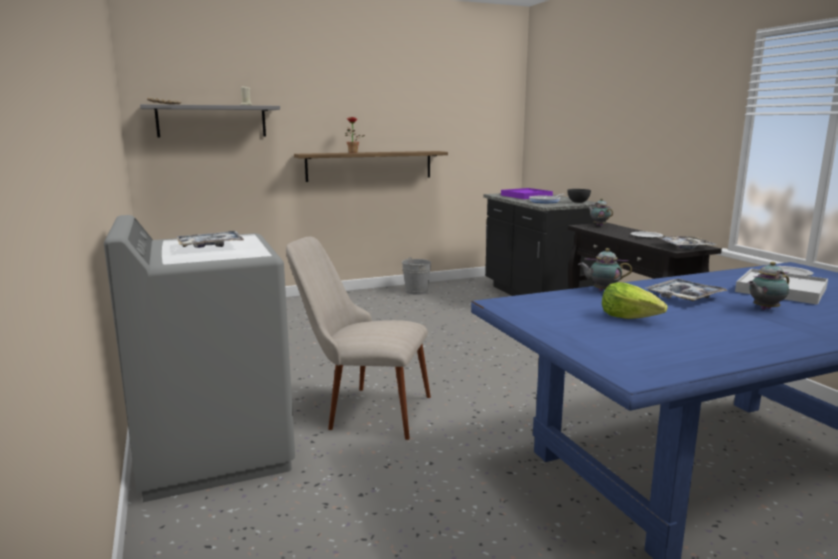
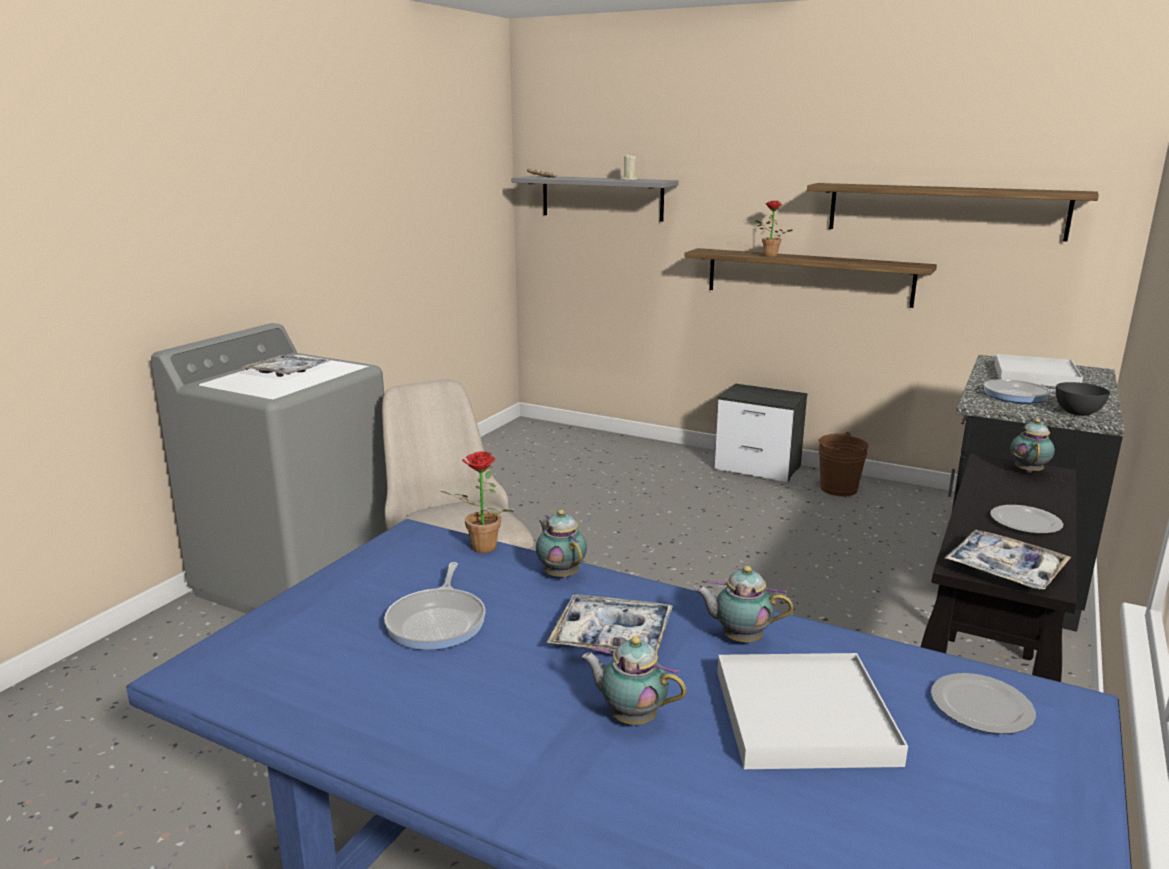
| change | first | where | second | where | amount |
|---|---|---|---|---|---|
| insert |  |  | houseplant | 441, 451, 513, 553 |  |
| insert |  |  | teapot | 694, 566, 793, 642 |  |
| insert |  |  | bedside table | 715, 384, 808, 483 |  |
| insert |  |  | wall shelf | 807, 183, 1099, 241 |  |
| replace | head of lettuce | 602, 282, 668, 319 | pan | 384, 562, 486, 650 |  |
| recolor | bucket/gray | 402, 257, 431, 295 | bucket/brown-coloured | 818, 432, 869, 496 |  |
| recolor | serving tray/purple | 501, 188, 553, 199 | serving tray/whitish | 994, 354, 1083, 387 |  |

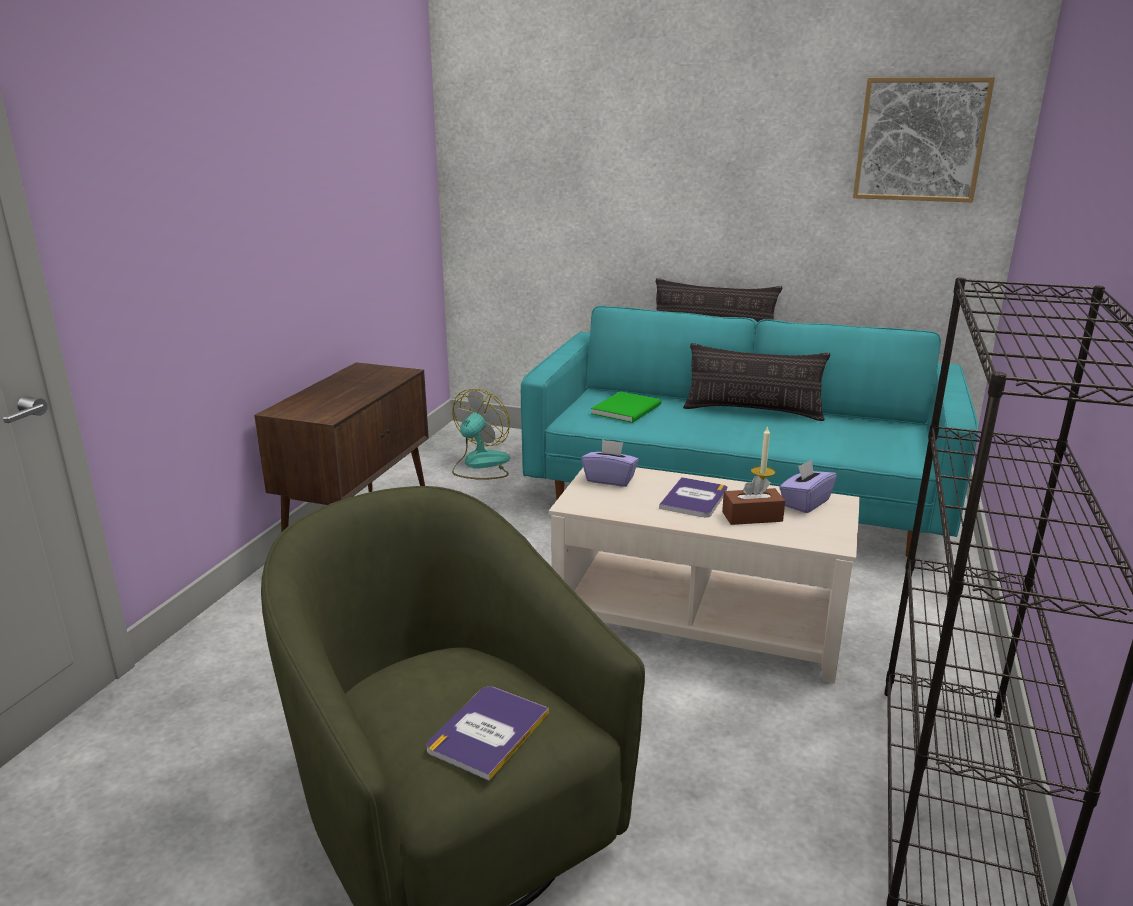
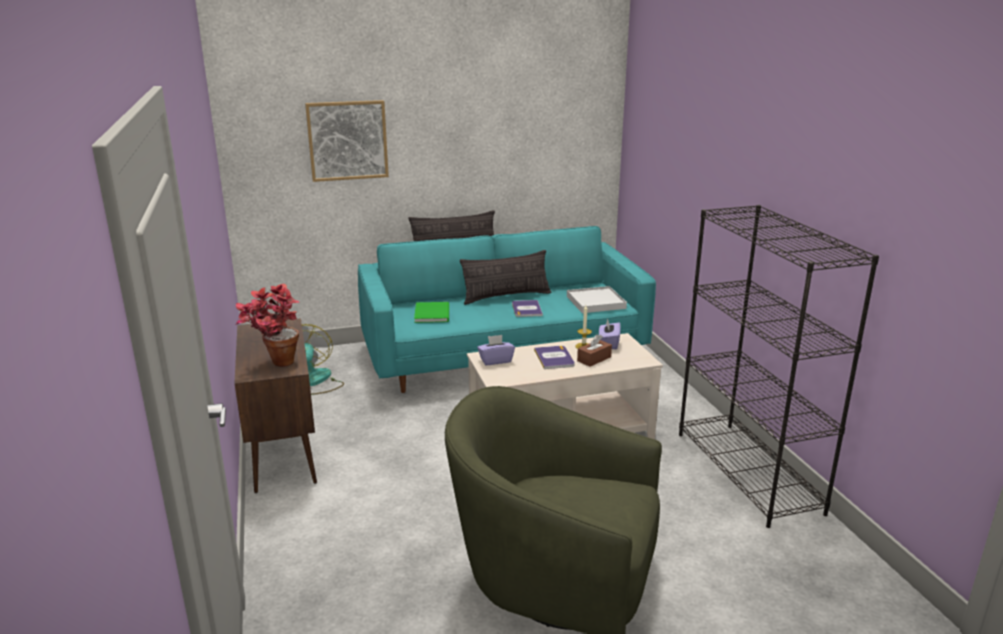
| change | first | where | second | where | amount |
|---|---|---|---|---|---|
| insert |  |  | houseplant | 236, 284, 299, 367 |  |
| insert |  |  | serving tray/whitish | 567, 286, 627, 313 |  |
| move | book | 426, 686, 549, 781 |  | 512, 300, 543, 317 |  |
| move | wall picture | 853, 77, 995, 203 |  | 305, 100, 389, 182 |  |

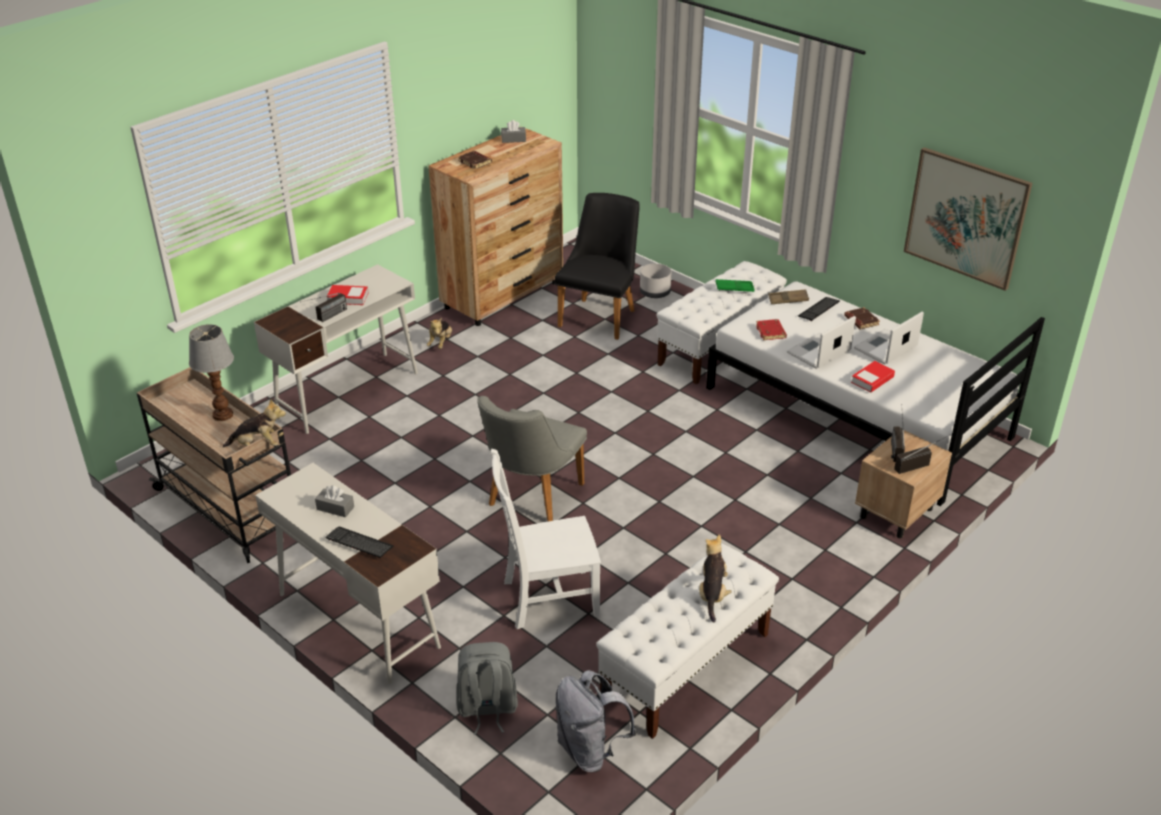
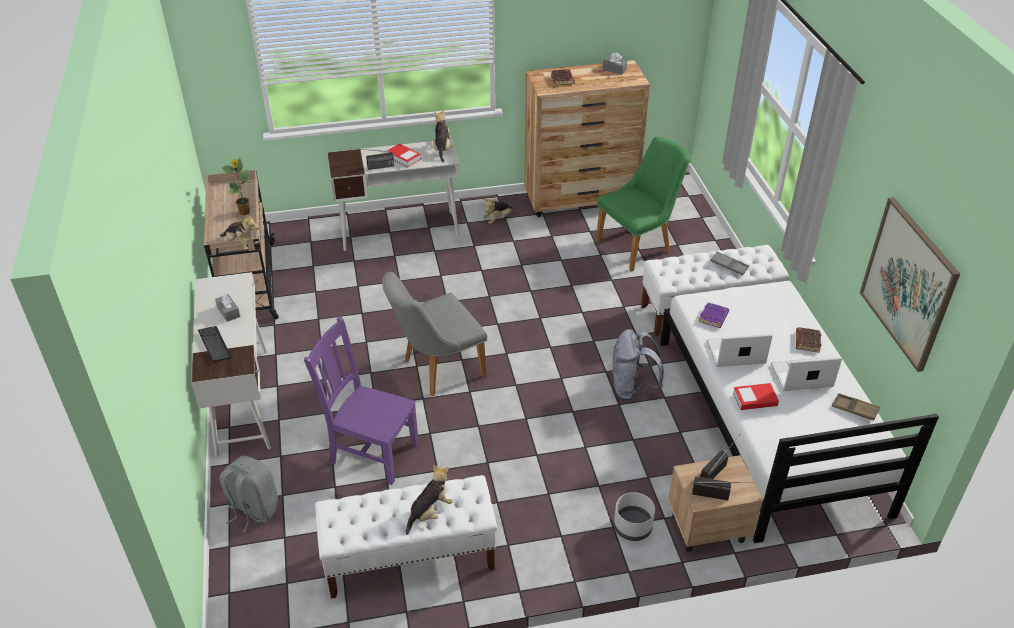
| change | first | where | second | where | amount |
|---|---|---|---|---|---|
| delete | keyboard | 798, 297, 840, 321 |  |  |  |
| insert |  |  | cuddly toy | 433, 110, 454, 162 |  |
| move | rucksack/gray | 555, 670, 636, 772 |  | 612, 329, 664, 401 |  |
| move | flower pot/gray | 640, 263, 672, 298 |  | 614, 492, 655, 541 |  |
| move | serving tray/brown-coloured | 768, 289, 809, 304 |  | 832, 393, 880, 420 |  |
| replace | lamp for a table | 189, 324, 234, 421 | houseplant | 222, 158, 250, 215 |  |
| recolor | upright chair/whitish | 491, 449, 601, 629 | upright chair/purple | 304, 316, 419, 485 |  |
| recolor | upright chair/blackish | 555, 193, 640, 340 | upright chair/greenish | 596, 137, 690, 272 |  |
| recolor | serving tray/greenish | 715, 279, 755, 292 | serving tray/gray | 710, 251, 749, 276 |  |
| recolor | book/red | 756, 319, 787, 340 | book/purple | 699, 302, 729, 328 |  |

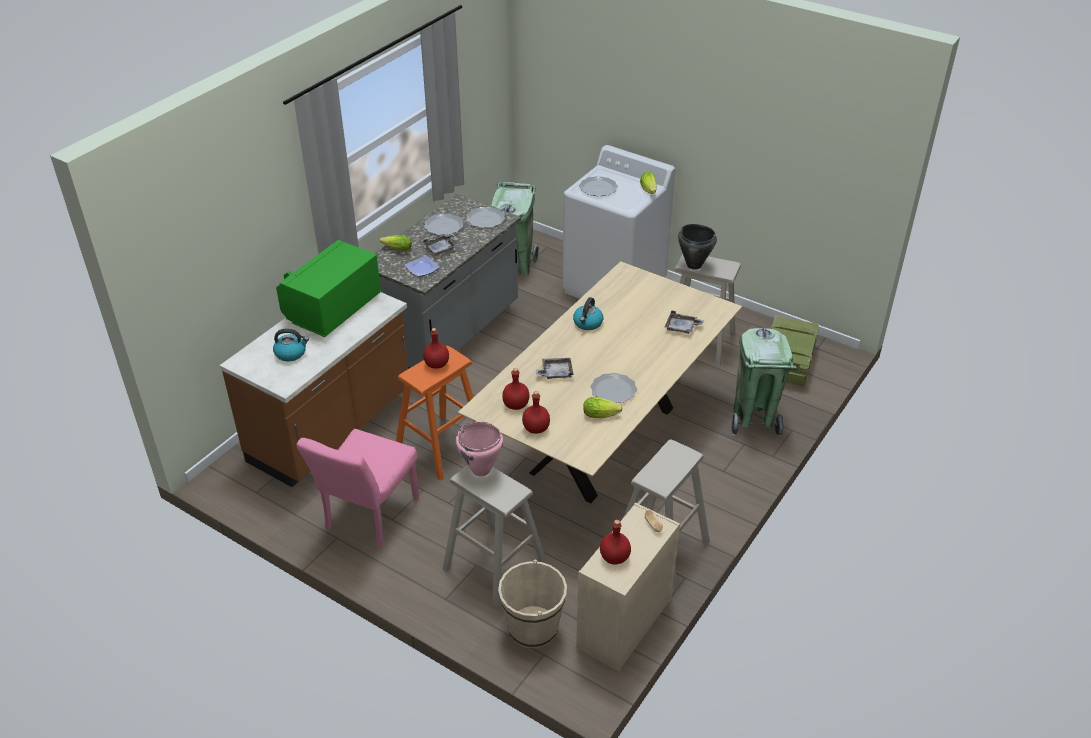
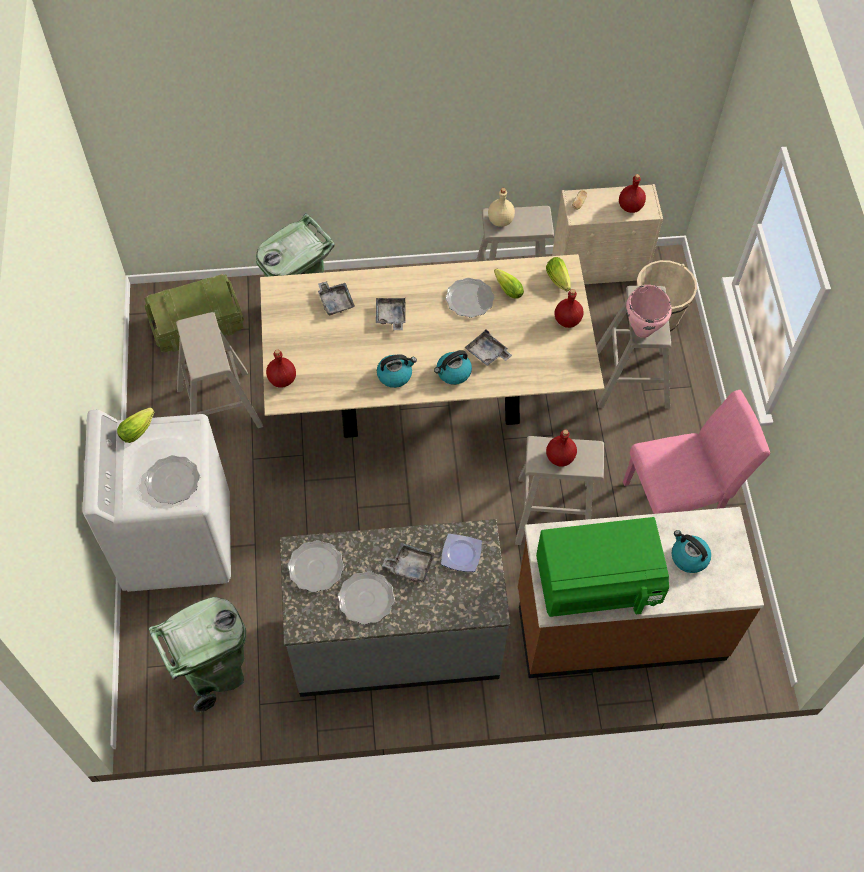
| change | first | where | second | where | amount |
|---|---|---|---|---|---|
| delete | cooking pot/blackish | 678, 224, 717, 270 |  |  |  |
| insert |  |  | serving tray/gray | 376, 298, 406, 330 |  |
| insert |  |  | tea kettle | 434, 350, 472, 385 |  |
| insert |  |  | bottle/beige | 488, 188, 515, 227 |  |
| move | head of lettuce | 379, 235, 412, 251 |  | 546, 257, 571, 291 |  |
| move | bottle/red | 502, 368, 530, 410 |  | 266, 349, 296, 388 |  |
| recolor | stool/orange | 396, 346, 475, 480 | stool/beige | 515, 436, 604, 545 |  |

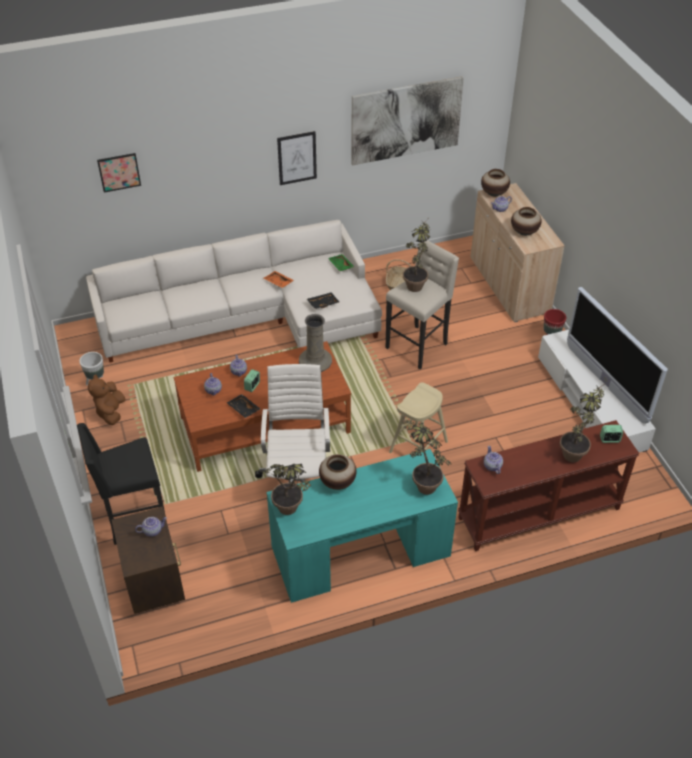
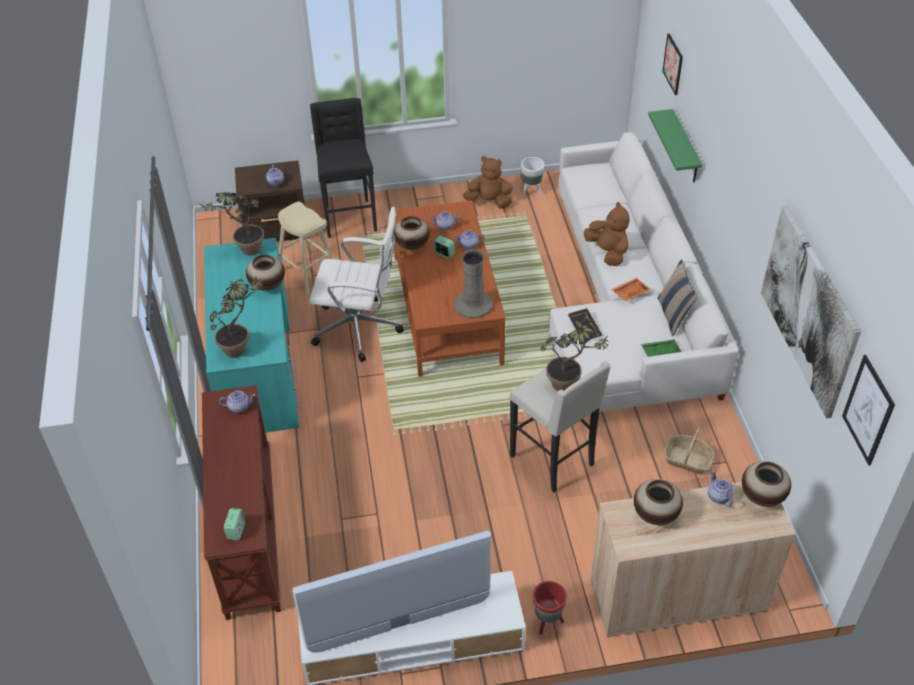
| change | first | where | second | where | amount |
|---|---|---|---|---|---|
| delete | houseplant | 560, 383, 606, 462 |  |  |  |
| insert |  |  | cuddly toy/brown-coloured | 584, 202, 629, 266 |  |
| insert |  |  | wall shelf/greenish | 648, 109, 702, 183 |  |
| insert |  |  | cushion | 658, 259, 697, 336 |  |
| move | wall picture | 277, 131, 317, 185 |  | 842, 355, 895, 465 |  |
| move | stool/beige | 389, 383, 448, 453 |  | 278, 202, 333, 295 |  |
| replace | serving tray/blackish | 227, 394, 260, 418 | vase | 394, 216, 430, 250 |  |

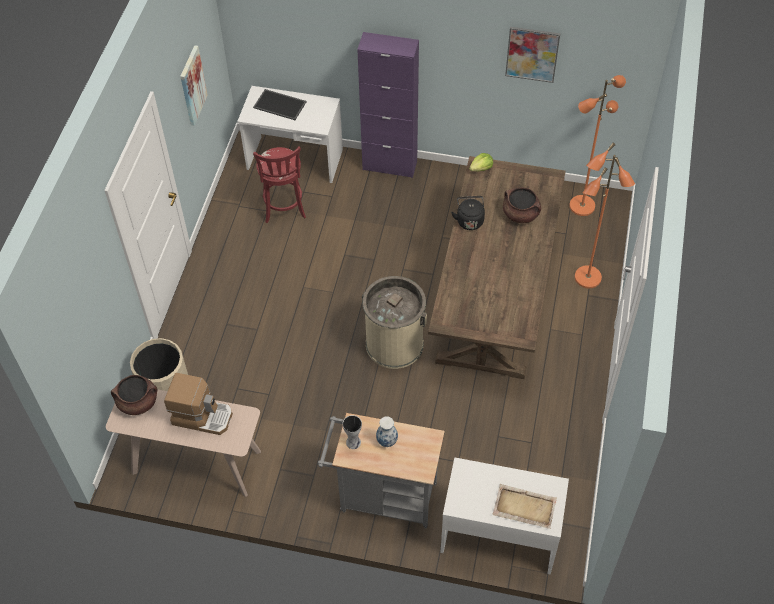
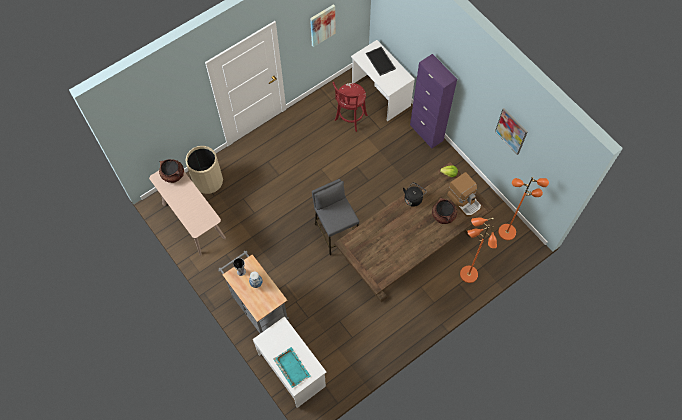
| change | first | where | second | where | amount |
|---|---|---|---|---|---|
| move | coffee machine | 164, 373, 233, 435 |  | 447, 172, 481, 217 |  |
| replace | trash can/beige | 362, 276, 427, 369 | stool/gray | 312, 179, 360, 255 |  |
| recolor | serving tray/beige | 493, 484, 557, 529 | serving tray/blue-green | 273, 347, 311, 388 |  |

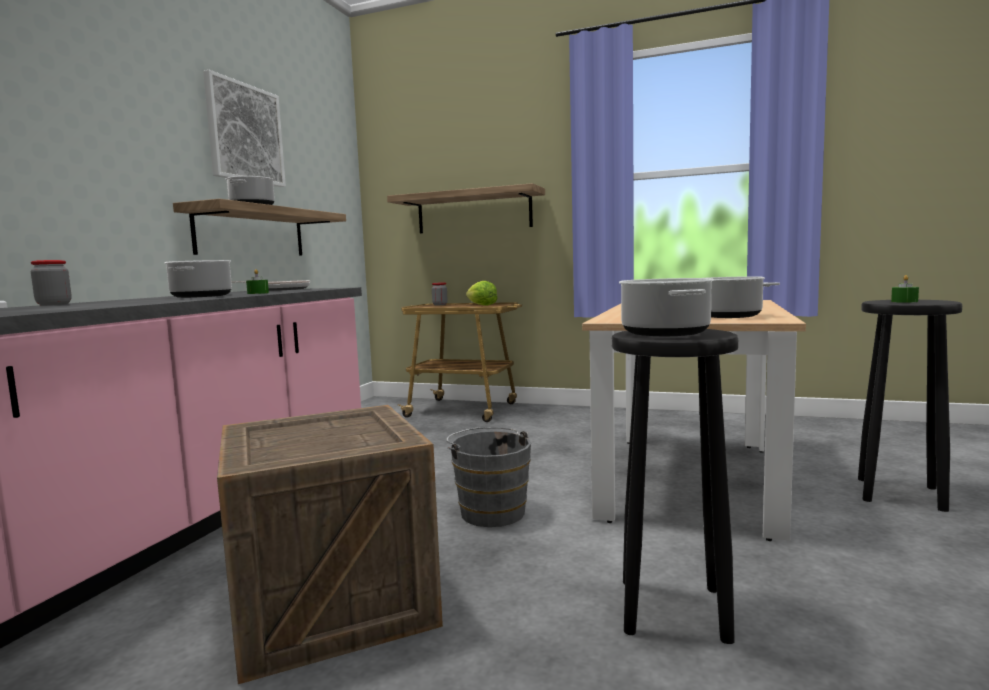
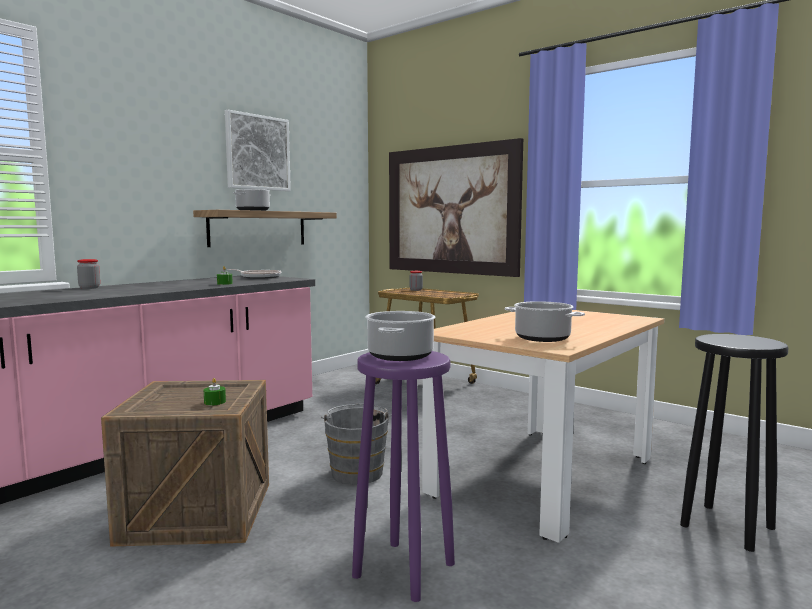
| change | first | where | second | where | amount |
|---|---|---|---|---|---|
| delete | cooking pot | 164, 260, 232, 298 |  |  |  |
| delete | head of lettuce | 466, 281, 497, 306 |  |  |  |
| move | candle/greenish | 891, 275, 919, 303 |  | 204, 378, 226, 405 |  |
| replace | wall shelf | 387, 183, 545, 233 | wall picture | 389, 138, 523, 277 |  |
| recolor | stool/blackish | 612, 329, 738, 644 | stool/purple | 352, 351, 455, 602 |  |

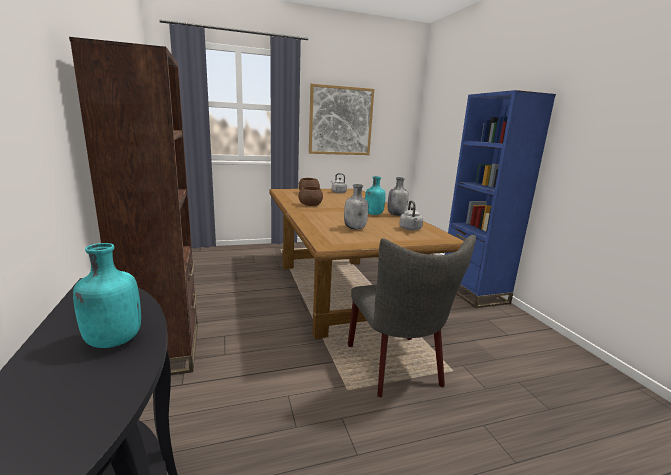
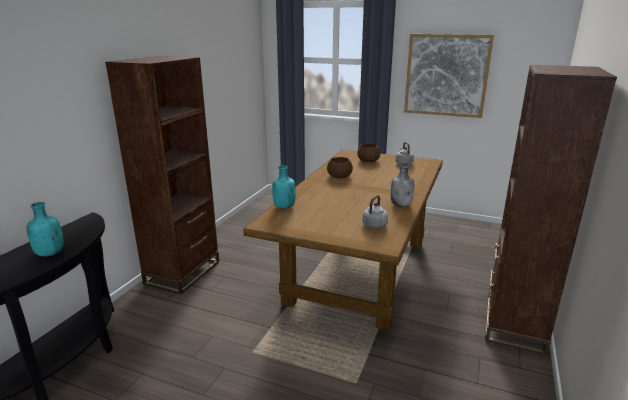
| change | first | where | second | where | amount |
|---|---|---|---|---|---|
| delete | bottle/gray | 344, 184, 368, 230 |  |  |  |
| delete | upright chair/gray | 348, 234, 476, 398 |  |  |  |
| move | bottle/blue-green | 365, 176, 386, 215 |  | 272, 165, 296, 209 |  |
| recolor | bookshelf/blue-coloured | 445, 90, 556, 308 | bookshelf/brown-coloured | 485, 64, 617, 356 |  |

